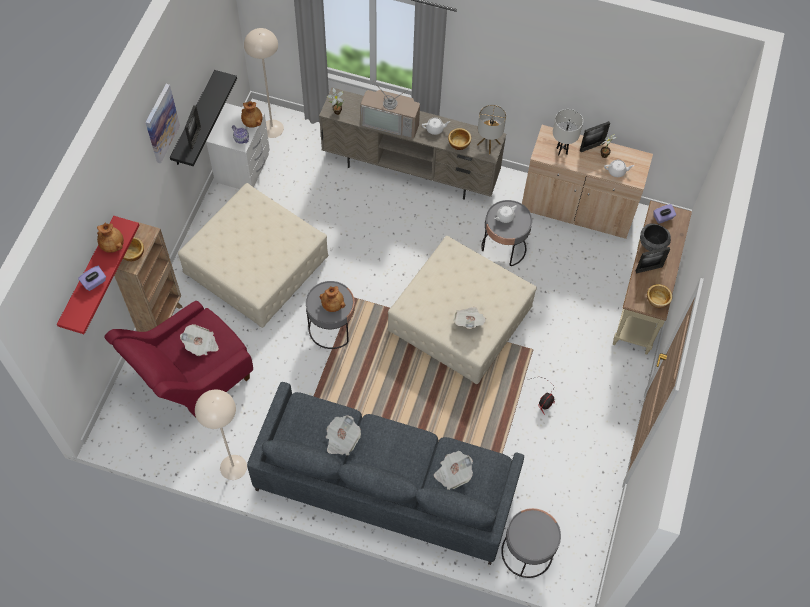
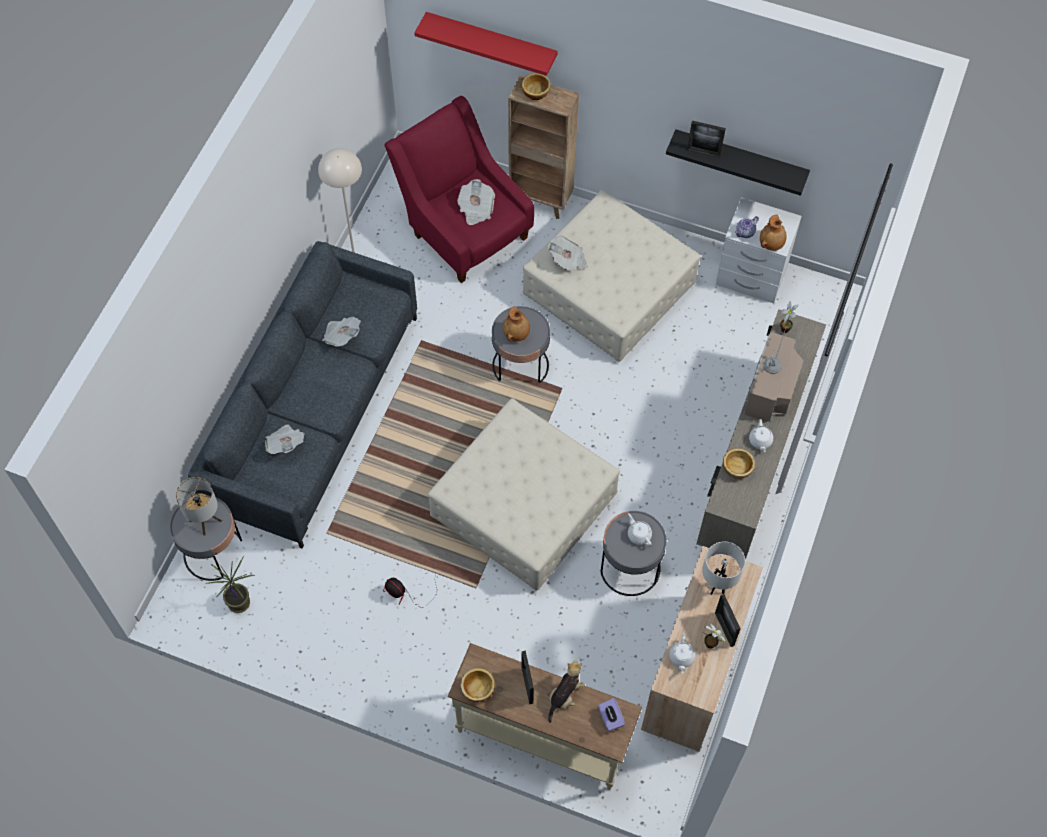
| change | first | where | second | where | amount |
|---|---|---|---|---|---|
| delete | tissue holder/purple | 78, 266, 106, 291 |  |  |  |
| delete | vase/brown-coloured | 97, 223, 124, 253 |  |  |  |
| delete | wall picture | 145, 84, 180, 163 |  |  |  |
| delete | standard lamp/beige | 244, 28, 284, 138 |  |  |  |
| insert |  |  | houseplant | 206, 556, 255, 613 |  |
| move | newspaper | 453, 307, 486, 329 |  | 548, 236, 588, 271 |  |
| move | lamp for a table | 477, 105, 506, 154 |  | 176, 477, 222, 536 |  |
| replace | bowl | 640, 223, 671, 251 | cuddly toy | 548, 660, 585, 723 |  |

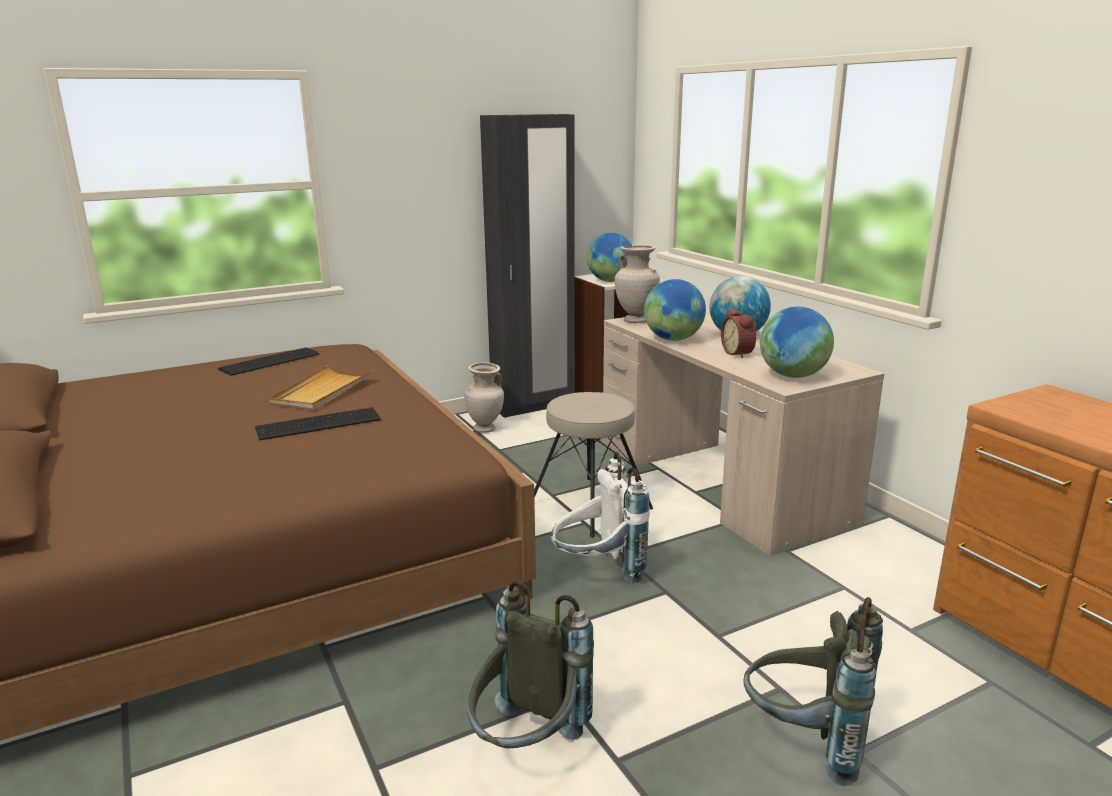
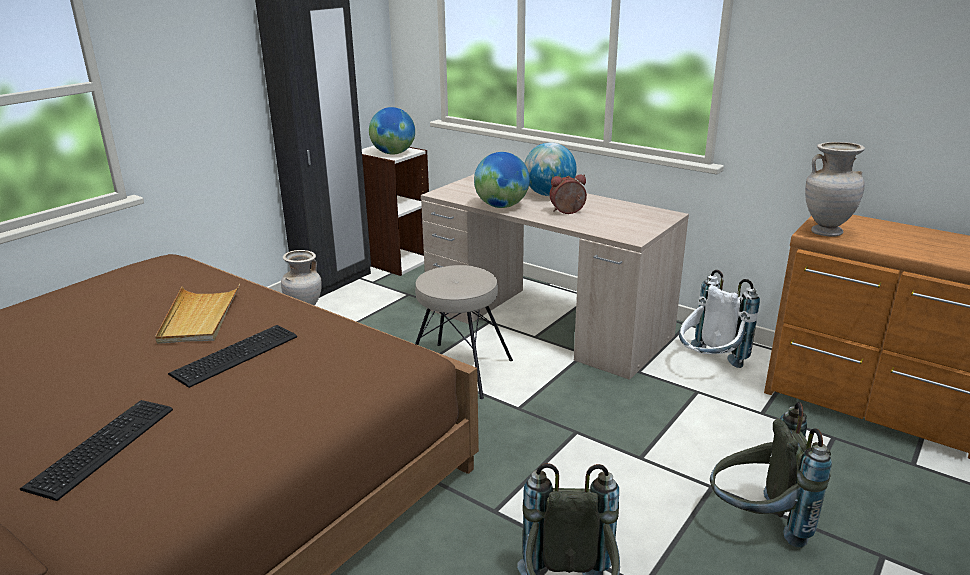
| change | first | where | second | where | amount |
|---|---|---|---|---|---|
| delete | world globe | 760, 307, 834, 378 |  |  |  |
| move | keyboard | 218, 347, 319, 376 |  | 20, 400, 173, 501 |  |
| move | rucksack/whitish | 551, 452, 650, 584 |  | 679, 270, 760, 368 |  |
| move | vase/beige | 615, 245, 660, 323 |  | 805, 142, 865, 237 |  |
| rotate | bedside clock | 721, 308, 756, 358 |  | 550, 174, 587, 214 | 120 degrees clockwise |

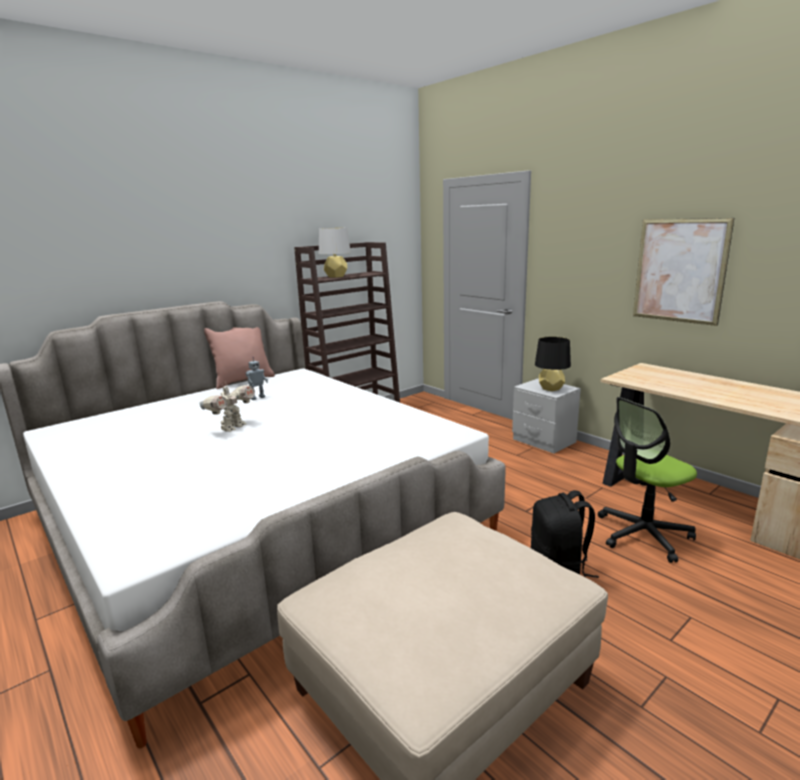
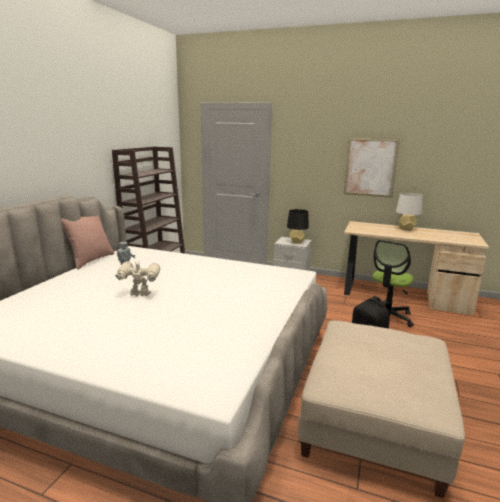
| change | first | where | second | where | amount |
|---|---|---|---|---|---|
| move | lamp for a table/gray | 319, 228, 351, 278 |  | 396, 193, 423, 231 |  |
| rotate | model robot | 200, 381, 255, 432 |  | 115, 261, 160, 296 | 90 degrees counterclockwise |

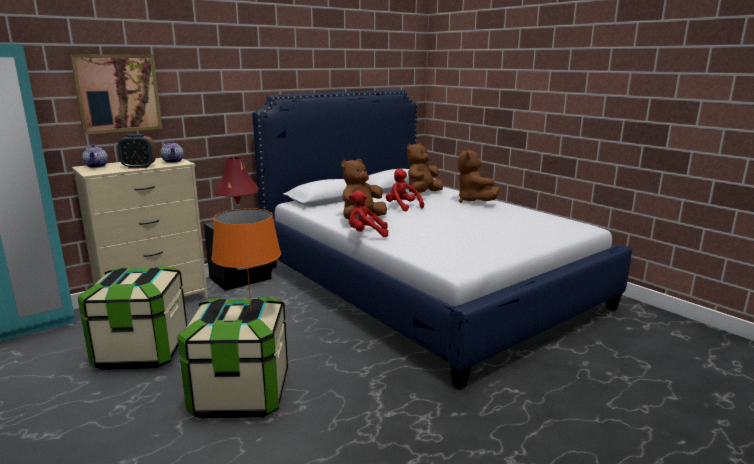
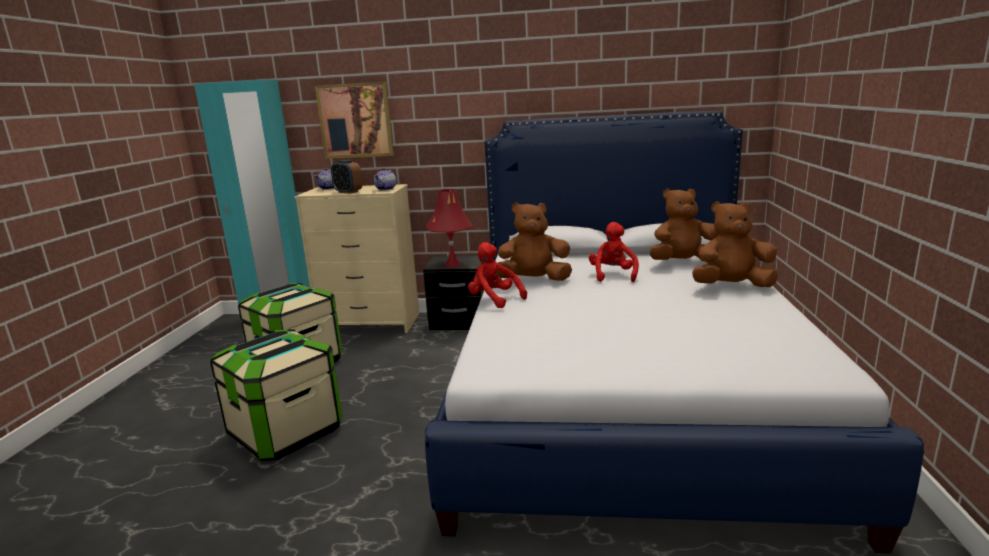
| change | first | where | second | where | amount |
|---|---|---|---|---|---|
| delete | lamp for a table/orange | 211, 208, 281, 311 |  |  |  |
| rotate | cuddly toy/brown-coloured | 458, 149, 500, 203 |  | 692, 201, 778, 287 | 60 degrees clockwise |

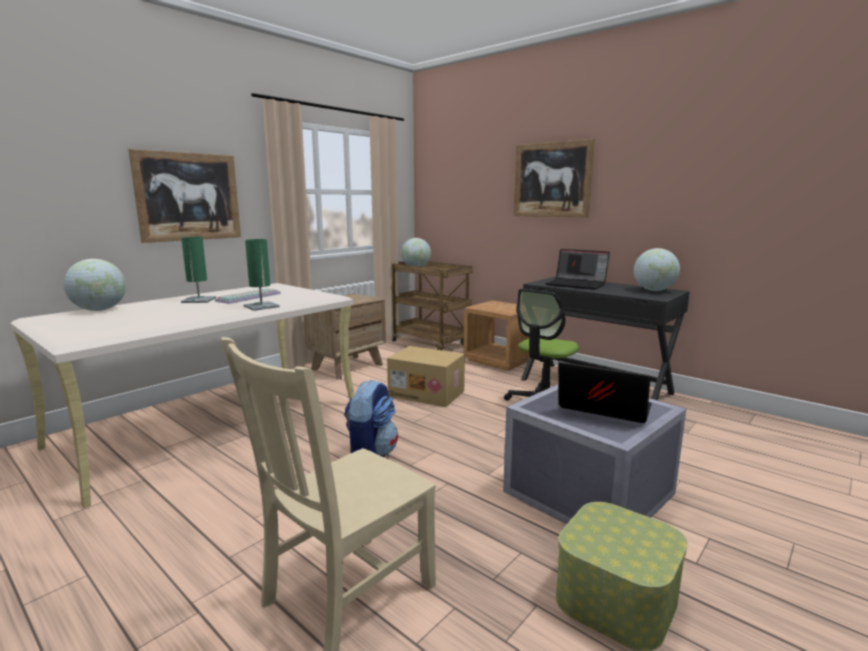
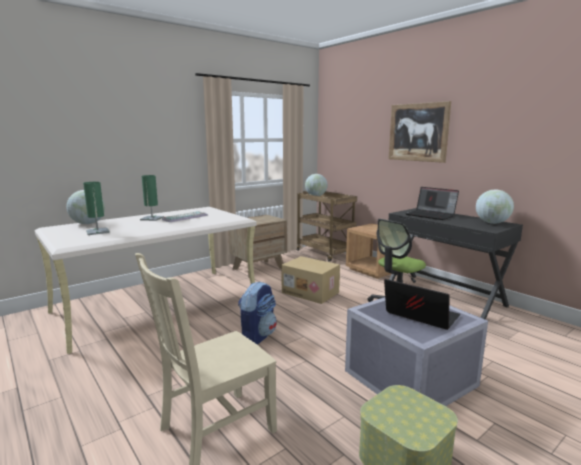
| change | first | where | second | where | amount |
|---|---|---|---|---|---|
| delete | wall picture | 128, 149, 241, 243 |  |  |  |
| move | lamp for a table/greenish | 244, 239, 280, 311 |  | 83, 182, 110, 235 |  |

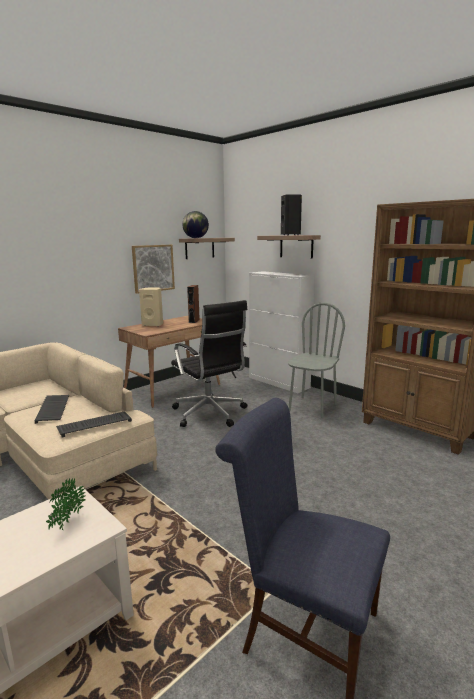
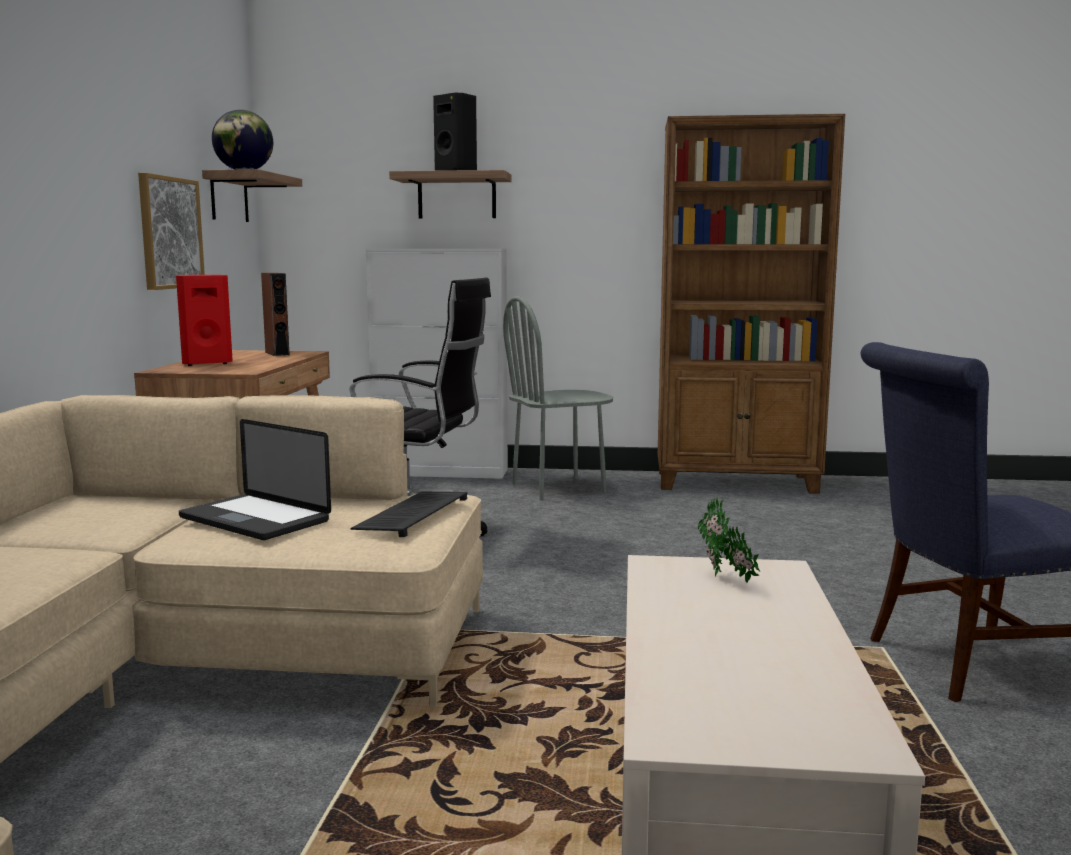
| change | first | where | second | where | amount |
|---|---|---|---|---|---|
| replace | keyboard | 34, 395, 69, 424 | laptop | 179, 419, 331, 540 |  |
| recolor | loudspeaker/beige | 139, 287, 163, 327 | loudspeaker/red | 176, 275, 233, 366 |  |
| rotate | upright chair/gray | 288, 302, 345, 418 |  | 503, 296, 613, 501 | 105 degrees counterclockwise |

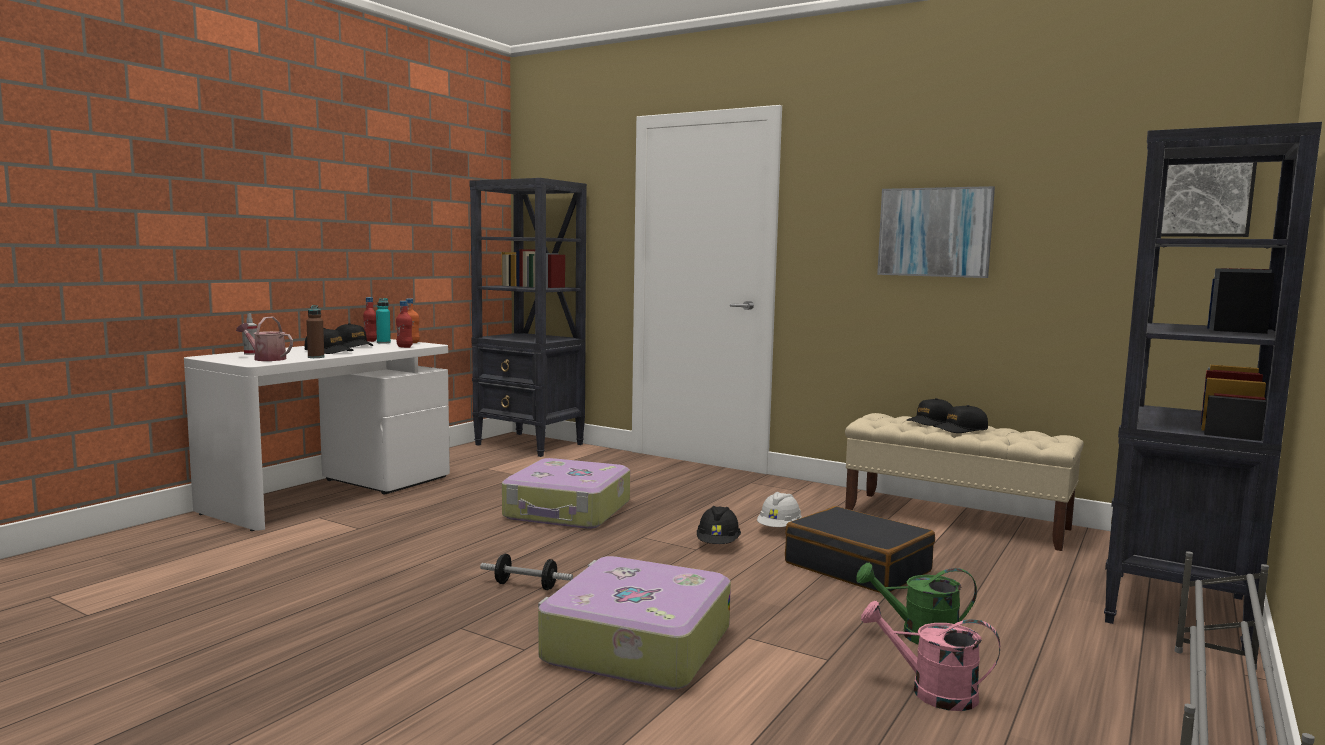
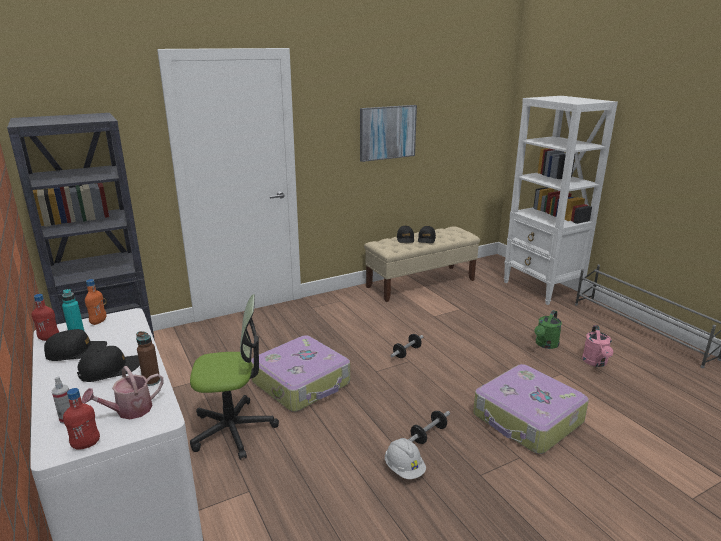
| change | first | where | second | where | amount |
|---|---|---|---|---|---|
| delete | travel case/blackish | 785, 506, 935, 593 |  |  |  |
| delete | wall picture | 1161, 162, 1257, 237 |  |  |  |
| insert |  |  | office chair | 190, 294, 279, 460 |  |
| move | bottle/red | 396, 301, 413, 348 |  | 63, 388, 100, 450 |  |
| move | hard hat/whitish | 757, 492, 802, 527 |  | 385, 438, 426, 479 |  |
| replace | hard hat/blackish | 697, 506, 741, 544 | free weight | 390, 334, 423, 358 |  |
| recolor | bookshelf/blackish | 1104, 122, 1322, 651 | bookshelf/whitish | 504, 96, 618, 305 |  |
| rotate | watering can/pinkish | 861, 601, 1000, 711 |  | 582, 325, 613, 367 | 45 degrees counterclockwise |

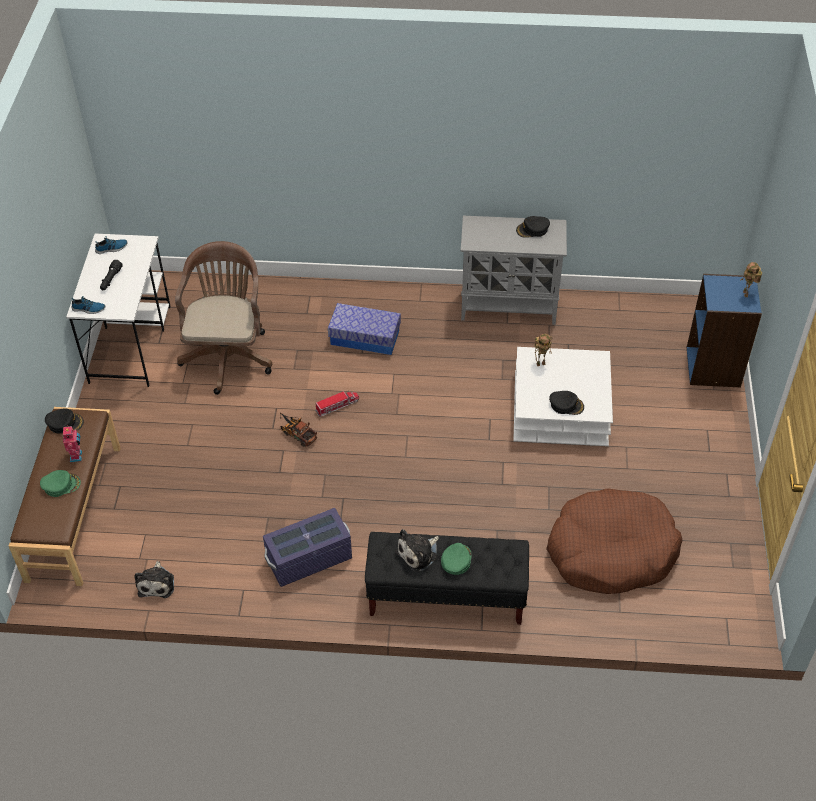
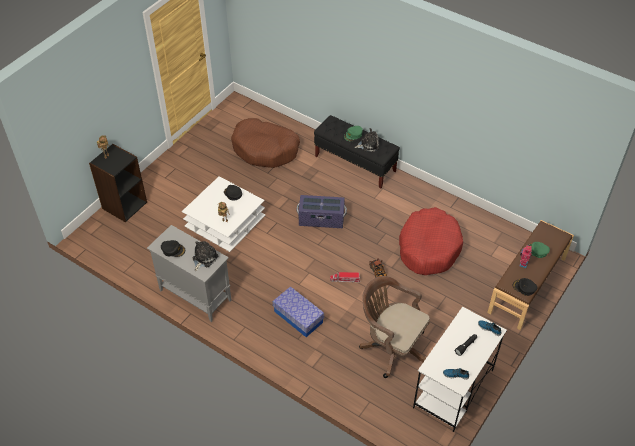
| change | first | where | second | where | amount |
|---|---|---|---|---|---|
| insert |  |  | dog bed/red | 399, 207, 463, 275 |  |
| move | cuddly toy | 134, 561, 174, 598 |  | 192, 241, 218, 271 |  |
| move | storage bin/purple | 263, 508, 352, 587 |  | 297, 195, 347, 228 |  |
| recolor | bookshelf/blue-coloured | 687, 274, 762, 387 | bookshelf/blackish | 89, 144, 147, 222 |  |
| rotate | office chair/brown-coloured | 175, 241, 272, 395 |  | 359, 276, 430, 378 | 90 degrees clockwise |

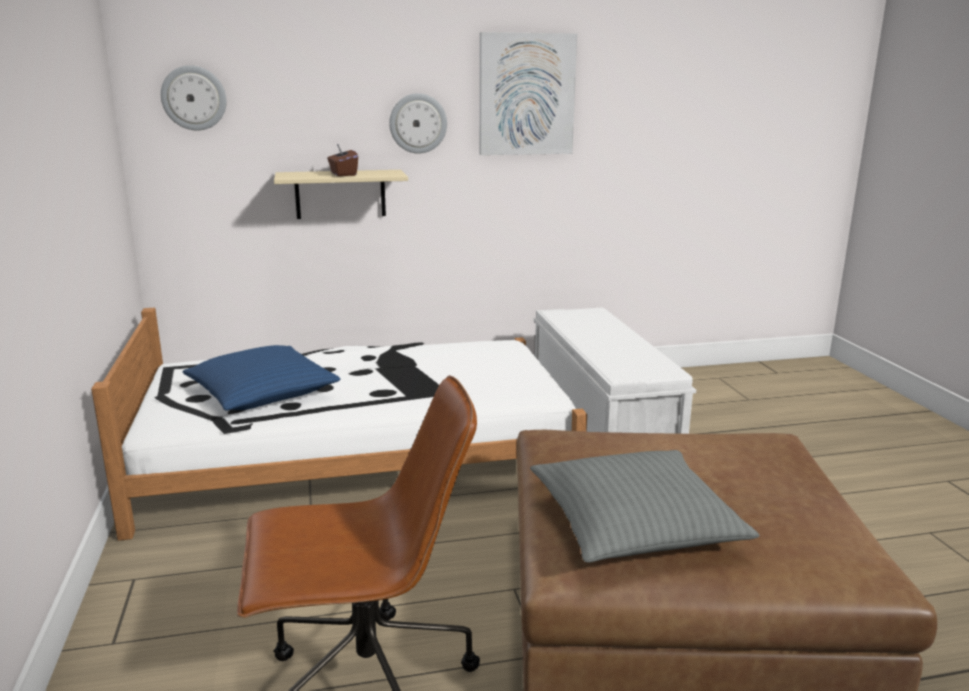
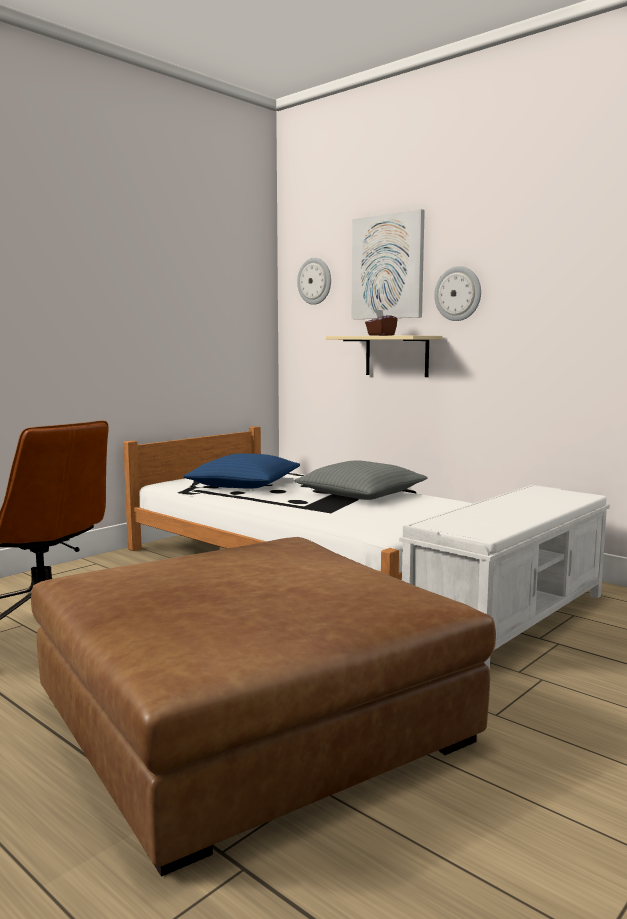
| change | first | where | second | where | amount |
|---|---|---|---|---|---|
| move | wall picture | 480, 32, 577, 155 |  | 351, 209, 425, 319 |  |
| move | cushion/gray | 530, 450, 759, 563 |  | 294, 460, 428, 500 |  |

